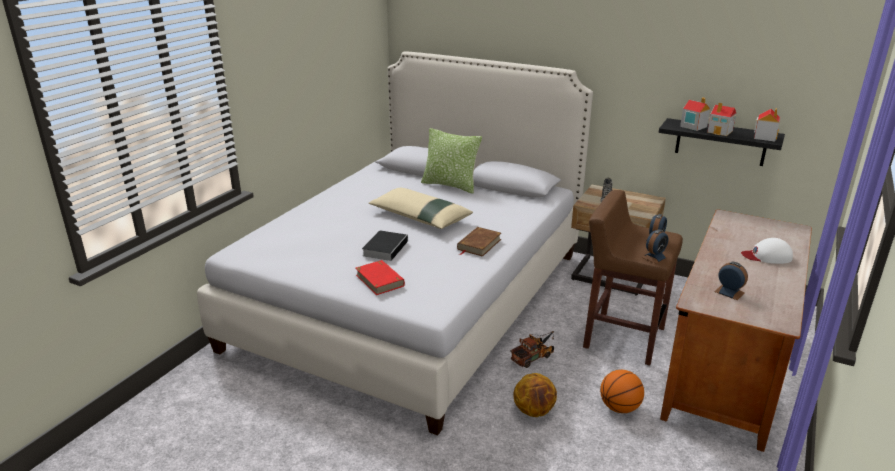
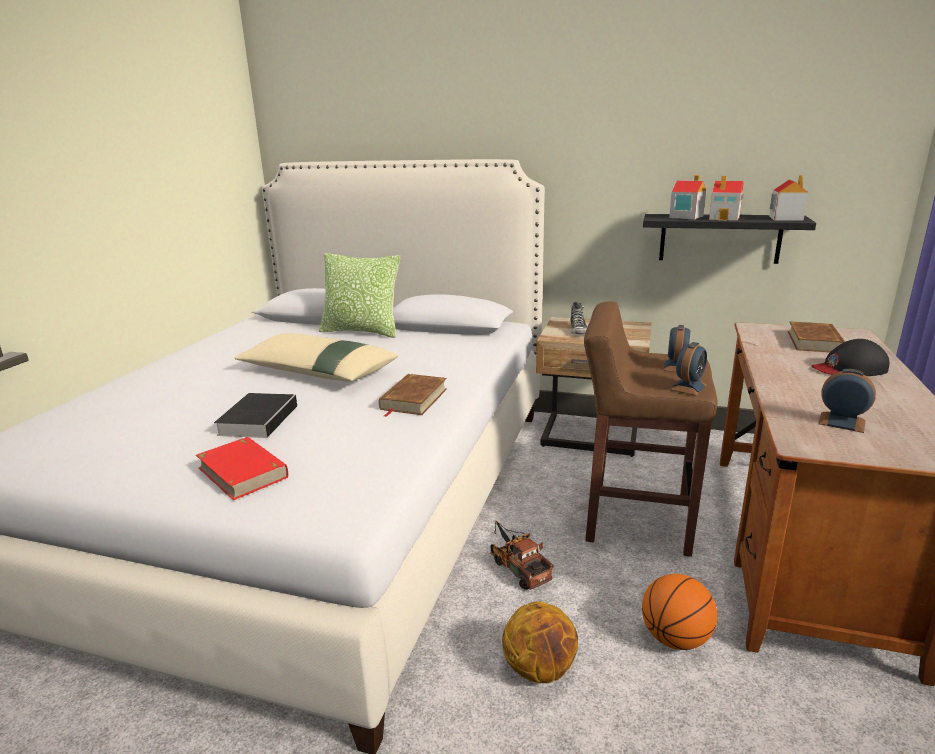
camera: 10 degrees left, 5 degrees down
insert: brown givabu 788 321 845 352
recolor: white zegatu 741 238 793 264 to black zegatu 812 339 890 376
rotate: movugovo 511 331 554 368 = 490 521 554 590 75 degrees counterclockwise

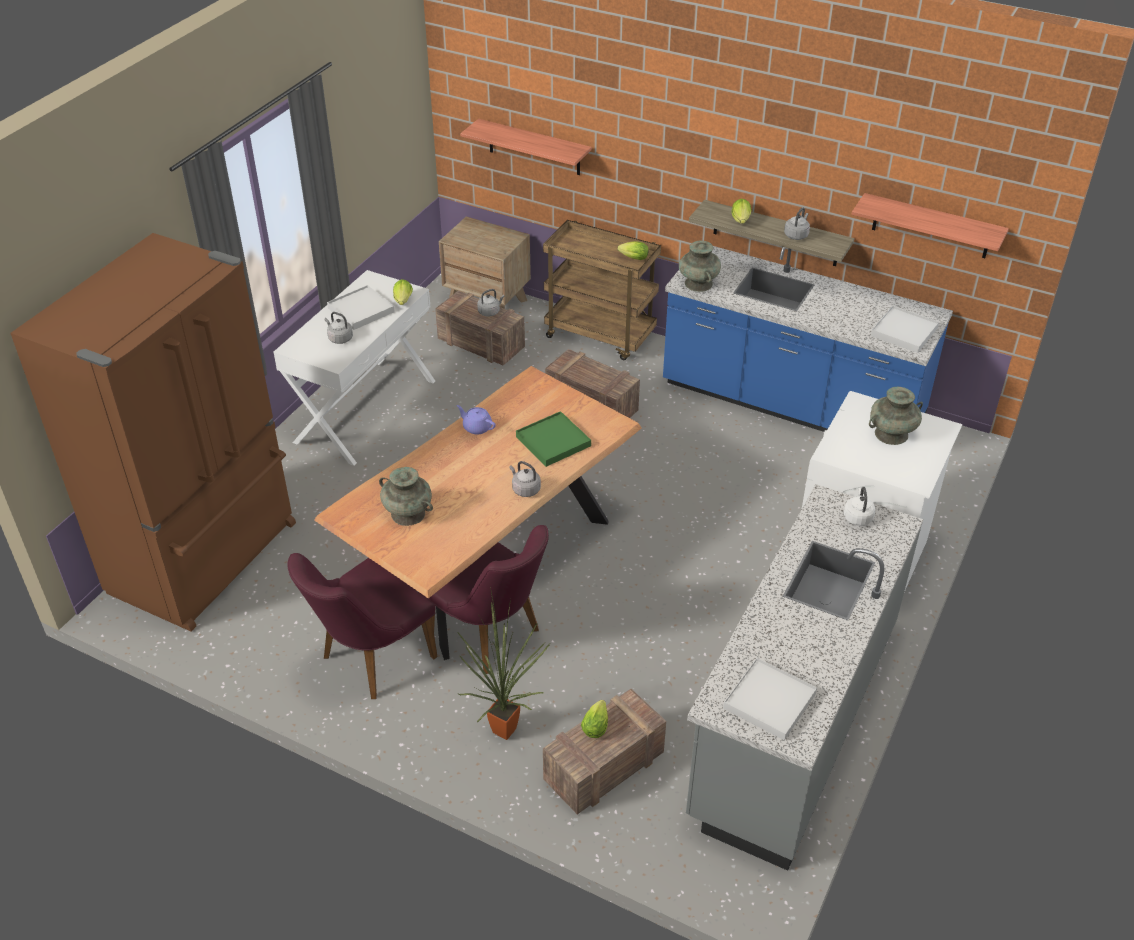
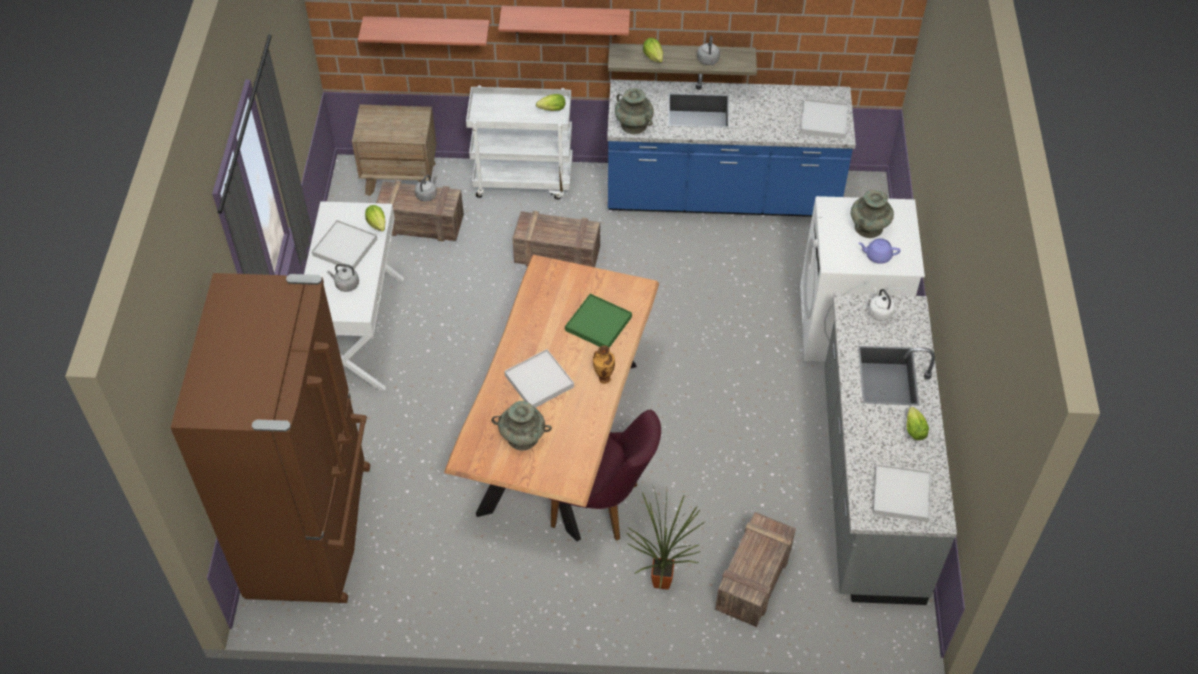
camera: 25 degrees left, 10 degrees up
delete: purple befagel 287 553 438 699
insert: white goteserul 504 349 574 408
move: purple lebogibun 456 405 496 435 to 858 238 901 264; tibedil 581 700 608 738 to 906 407 929 440; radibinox 852 193 1009 258 to 498 6 630 36
replace: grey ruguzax 509 461 541 497 to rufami 593 346 615 384
recolor: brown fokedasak 543 220 661 360 to white fokedasak 466 86 573 200

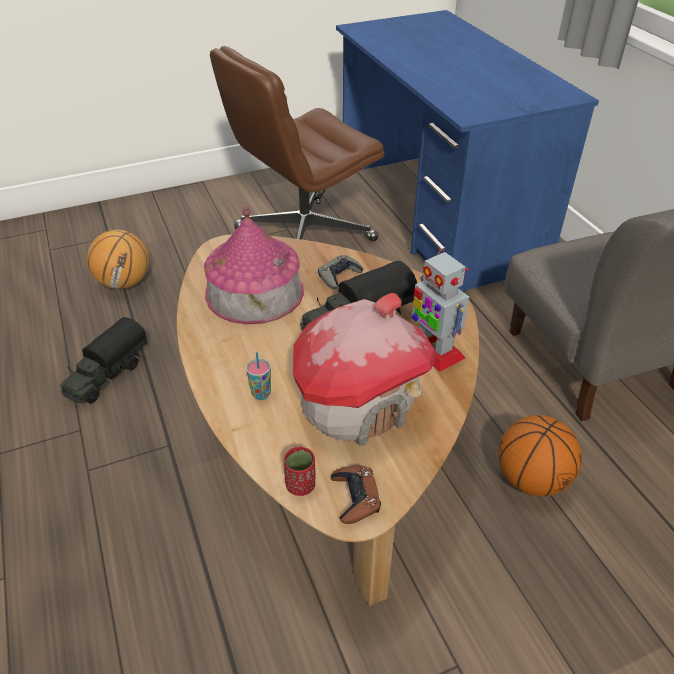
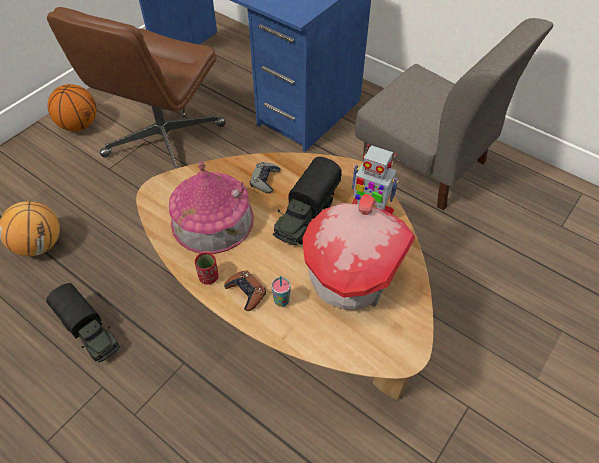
camera: 30 degrees left, 10 degrees up
move: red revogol 284 446 315 496 to 195 252 219 285; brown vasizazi 331 465 381 524 to 224 271 266 311; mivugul 498 415 582 496 to 48 84 97 131
rotate: movugovo 61 317 148 404 = 46 283 120 363 45 degrees counterclockwise

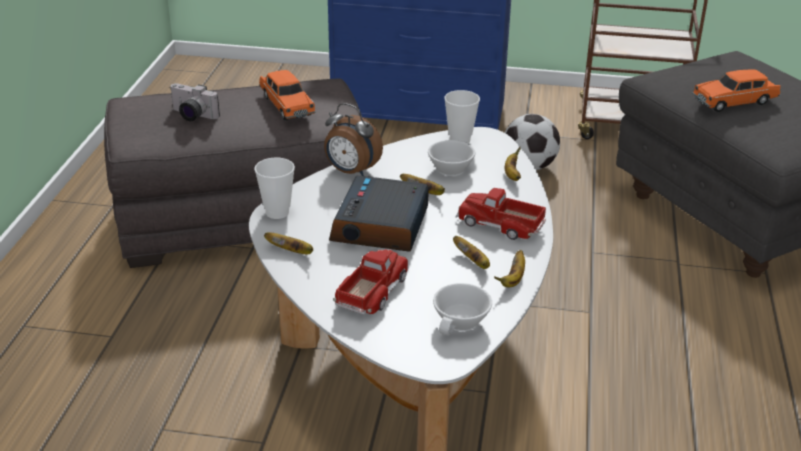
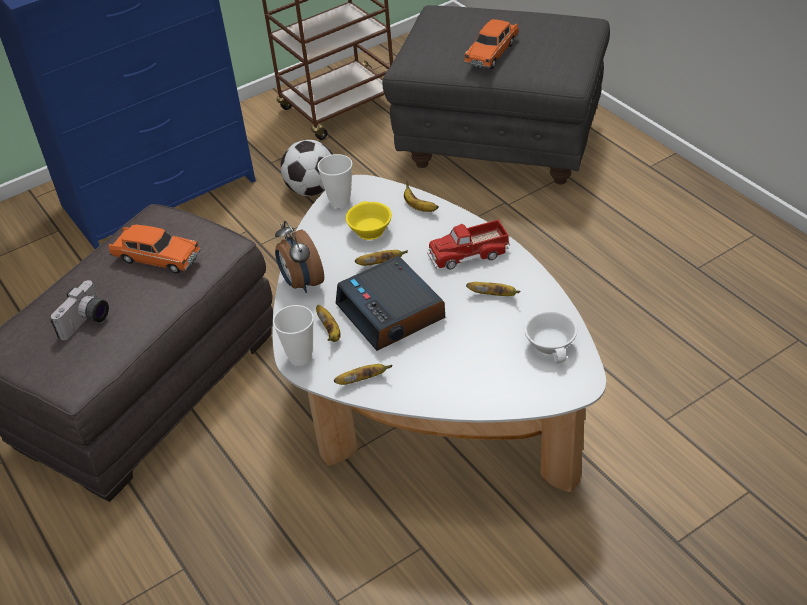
camera: 40 degrees left, 10 degrees up
delete: movugovo 333 249 409 314
move: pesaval 494 250 525 287 to 316 305 341 342
recolor: white revogol 428 140 475 176 to yellow revogol 346 201 392 240
rotate: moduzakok 170 83 220 121 = 50 280 109 340 45 degrees counterclockwise; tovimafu 324 103 383 176 = 275 221 324 293 75 degrees clockwise

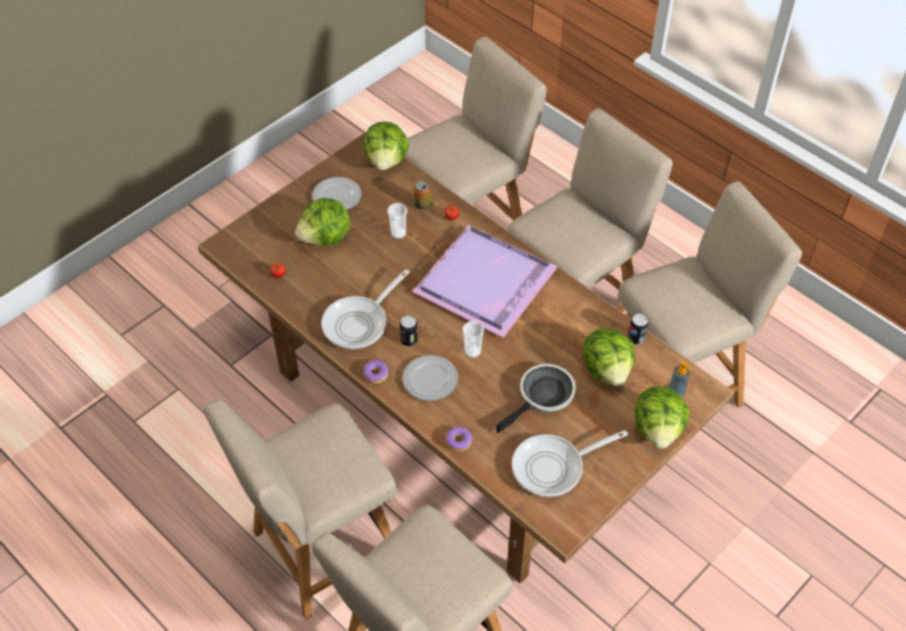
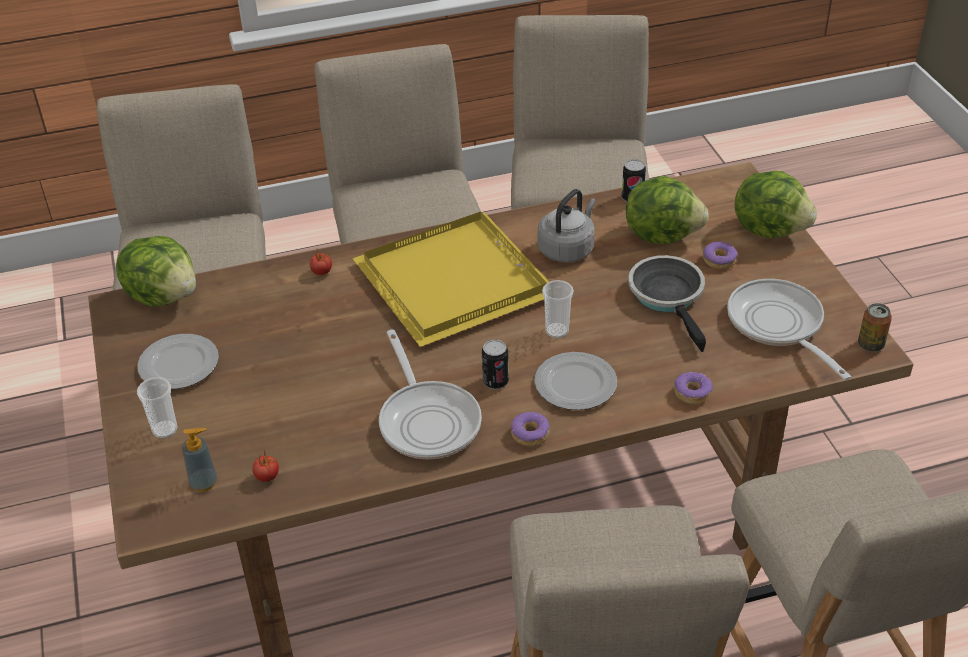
camera: 60 degrees left, 10 degrees down
delete: tibedil 295 198 350 246
insert: grey ruguzax 537 189 596 262; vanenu 703 242 738 269
move: revogol 387 203 407 239 to 137 377 178 438; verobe 414 181 431 210 to 858 303 892 352; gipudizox 668 360 691 397 to 182 428 218 492
recolor: purple goteserul 412 225 558 338 to yellow goteserul 352 211 549 347
rotate: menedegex 512 430 628 497 = 727 279 851 380 150 degrees clockwise

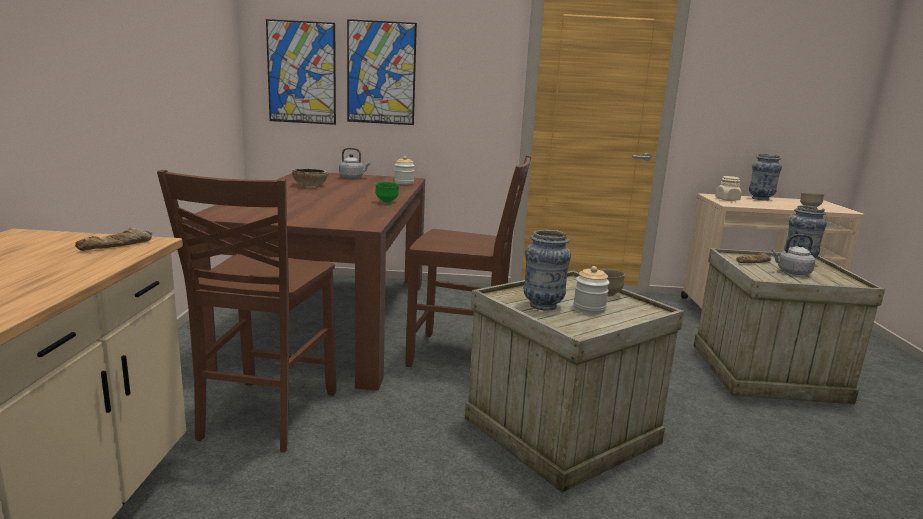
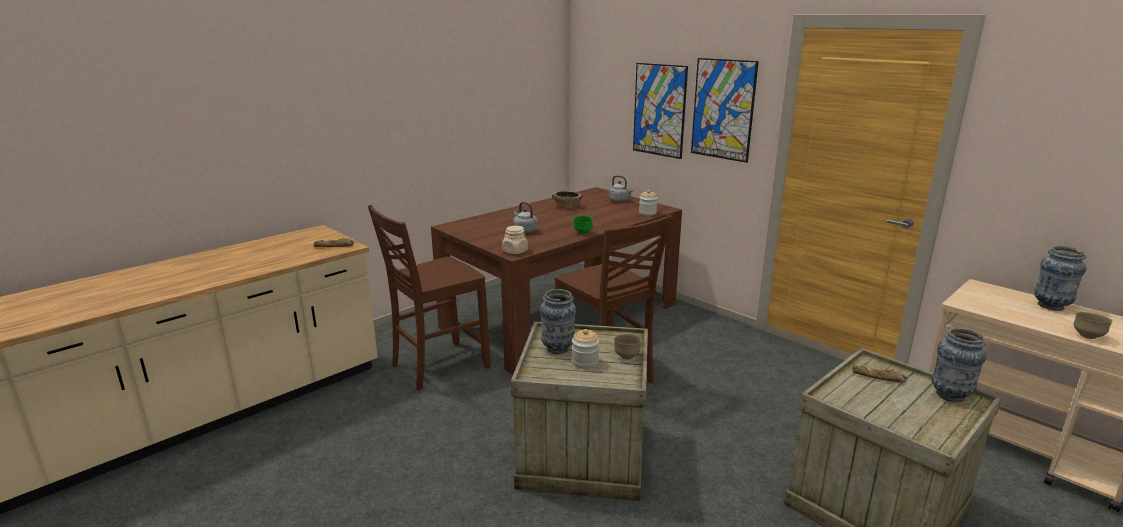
camera: 45 degrees right, 5 degrees up
move: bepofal 266 19 336 125 to 691 58 759 163; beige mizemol 715 176 742 201 to 502 226 528 254; grey ruguzax 771 234 815 275 to 513 202 538 233

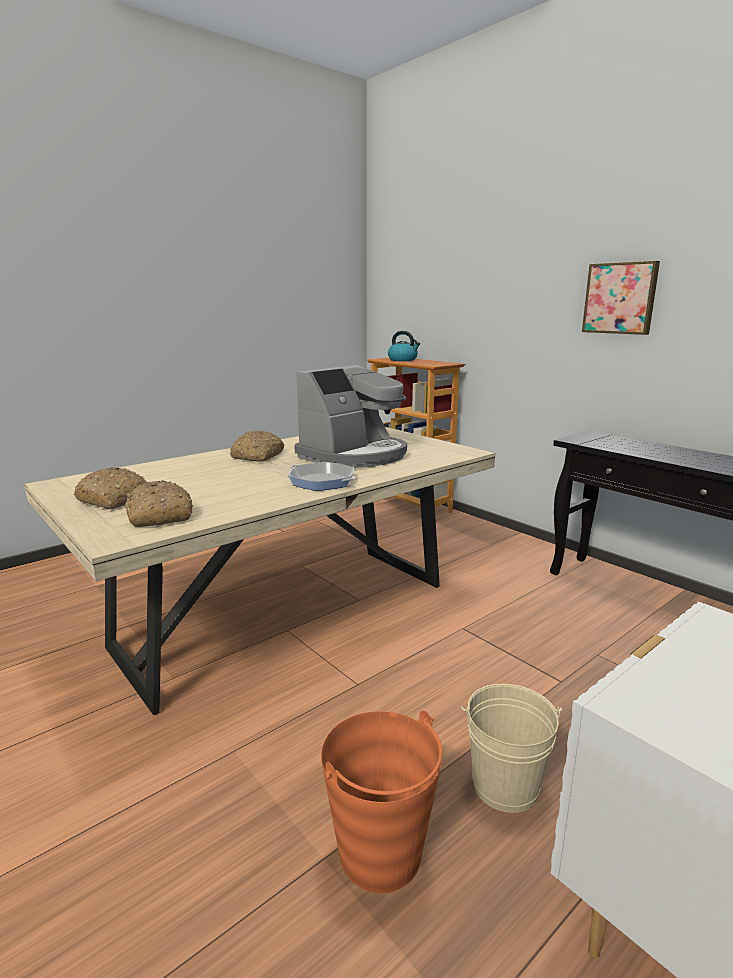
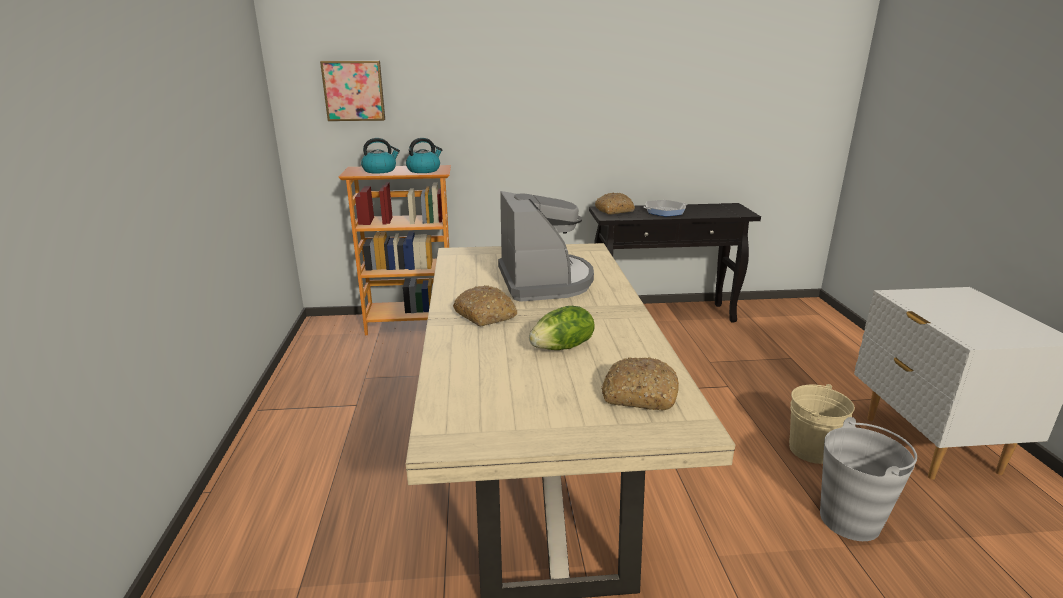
camera: 55 degrees left, 5 degrees up
insert: ruguzax 406 138 442 173; tibedil 529 306 595 350
move: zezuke 74 467 148 509 to 595 192 635 215; menedegex 288 462 355 491 to 644 200 687 216; bepofal 582 261 660 335 to 320 61 385 121
recolor: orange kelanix 321 711 442 893 to grey kelanix 820 417 917 541

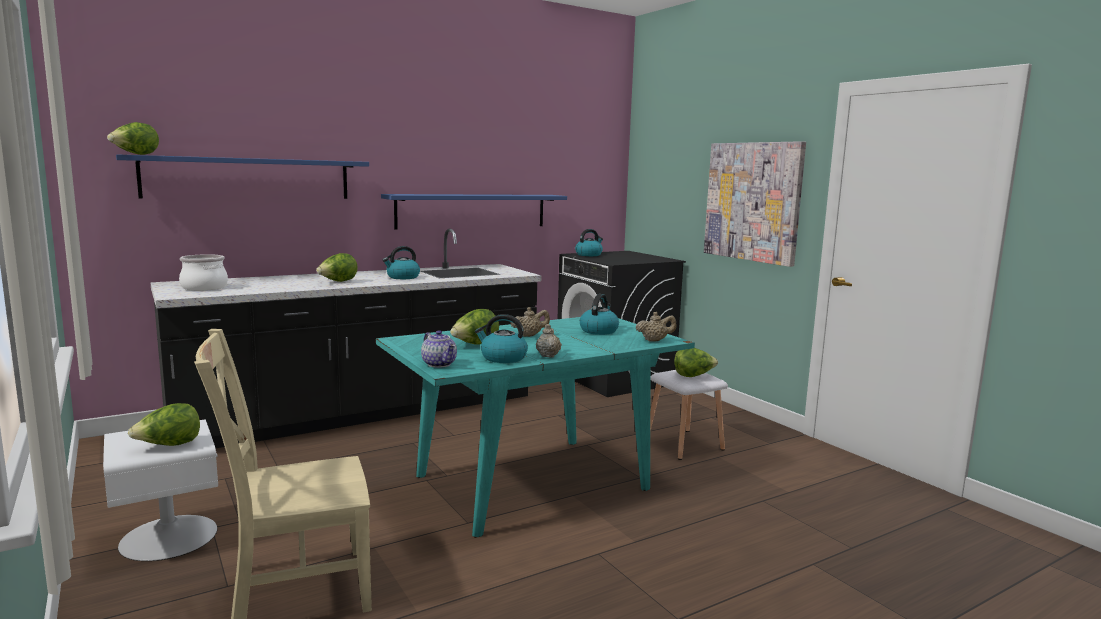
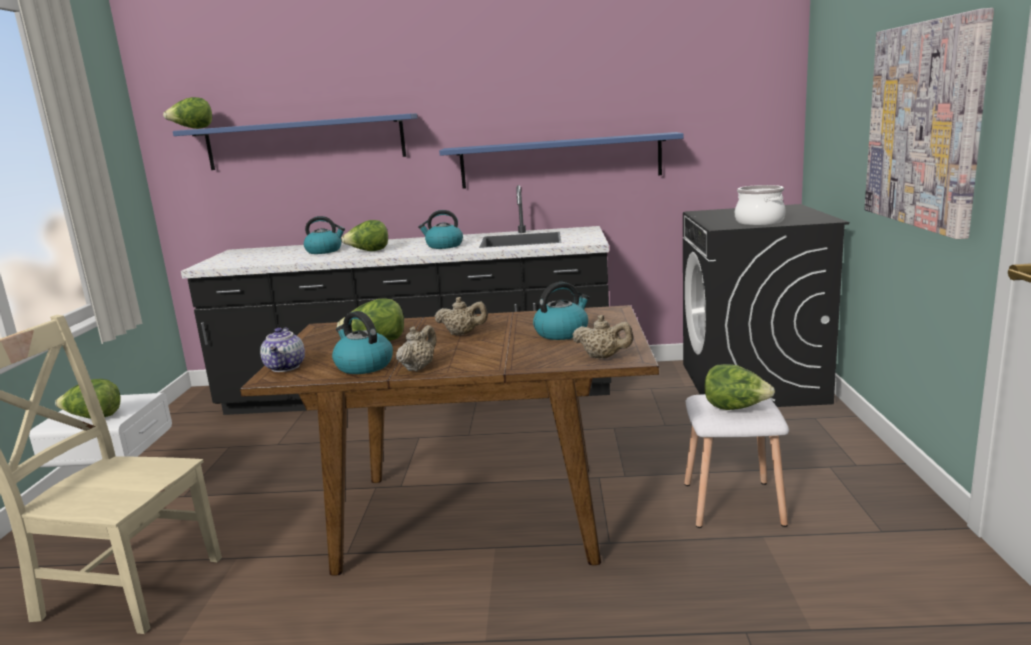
camera: 35 degrees right, 5 degrees up
move: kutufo 179 254 228 291 to 735 185 786 226; ruguzax 575 229 603 256 to 304 216 345 254
recolor: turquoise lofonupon 376 317 695 538 to brown lofonupon 240 305 659 576

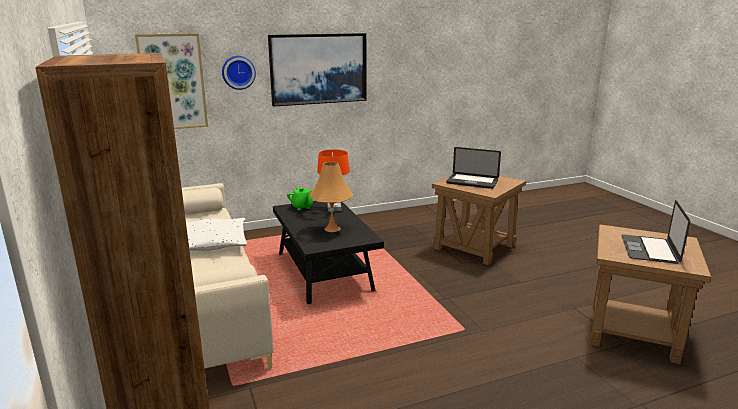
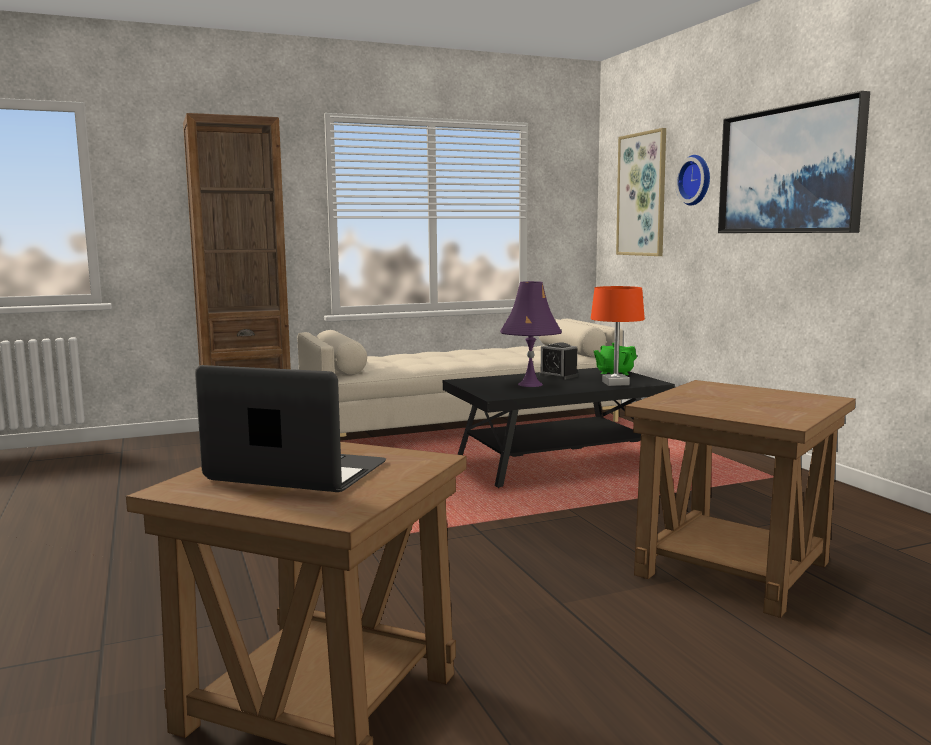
camera: 90 degrees right, 10 degrees down
delete: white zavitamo 186 218 247 251; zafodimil 446 147 501 189
insert: tovimafu 539 342 578 379
recolor: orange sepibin 309 162 354 232 to purple sepibin 500 281 562 387

